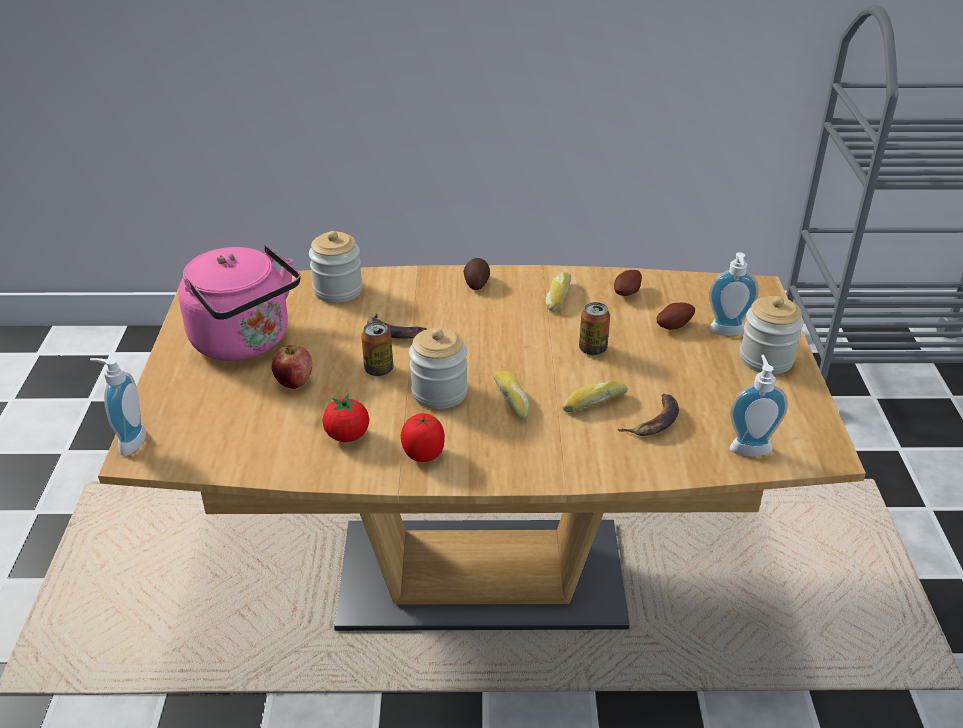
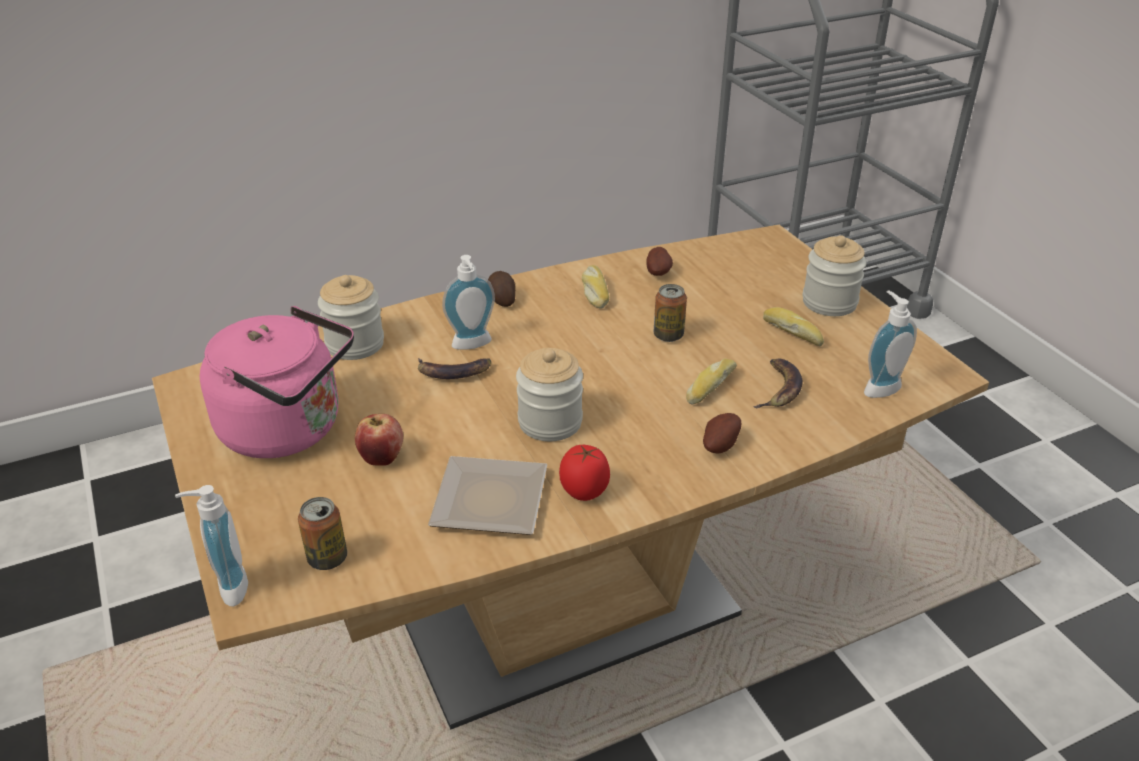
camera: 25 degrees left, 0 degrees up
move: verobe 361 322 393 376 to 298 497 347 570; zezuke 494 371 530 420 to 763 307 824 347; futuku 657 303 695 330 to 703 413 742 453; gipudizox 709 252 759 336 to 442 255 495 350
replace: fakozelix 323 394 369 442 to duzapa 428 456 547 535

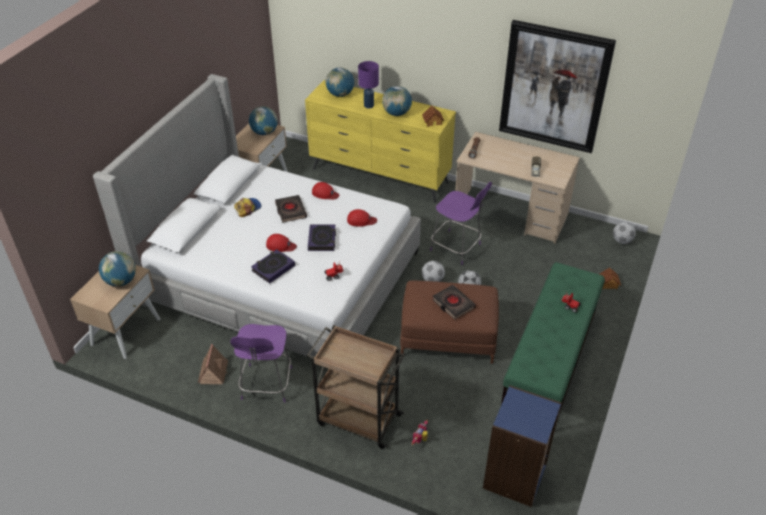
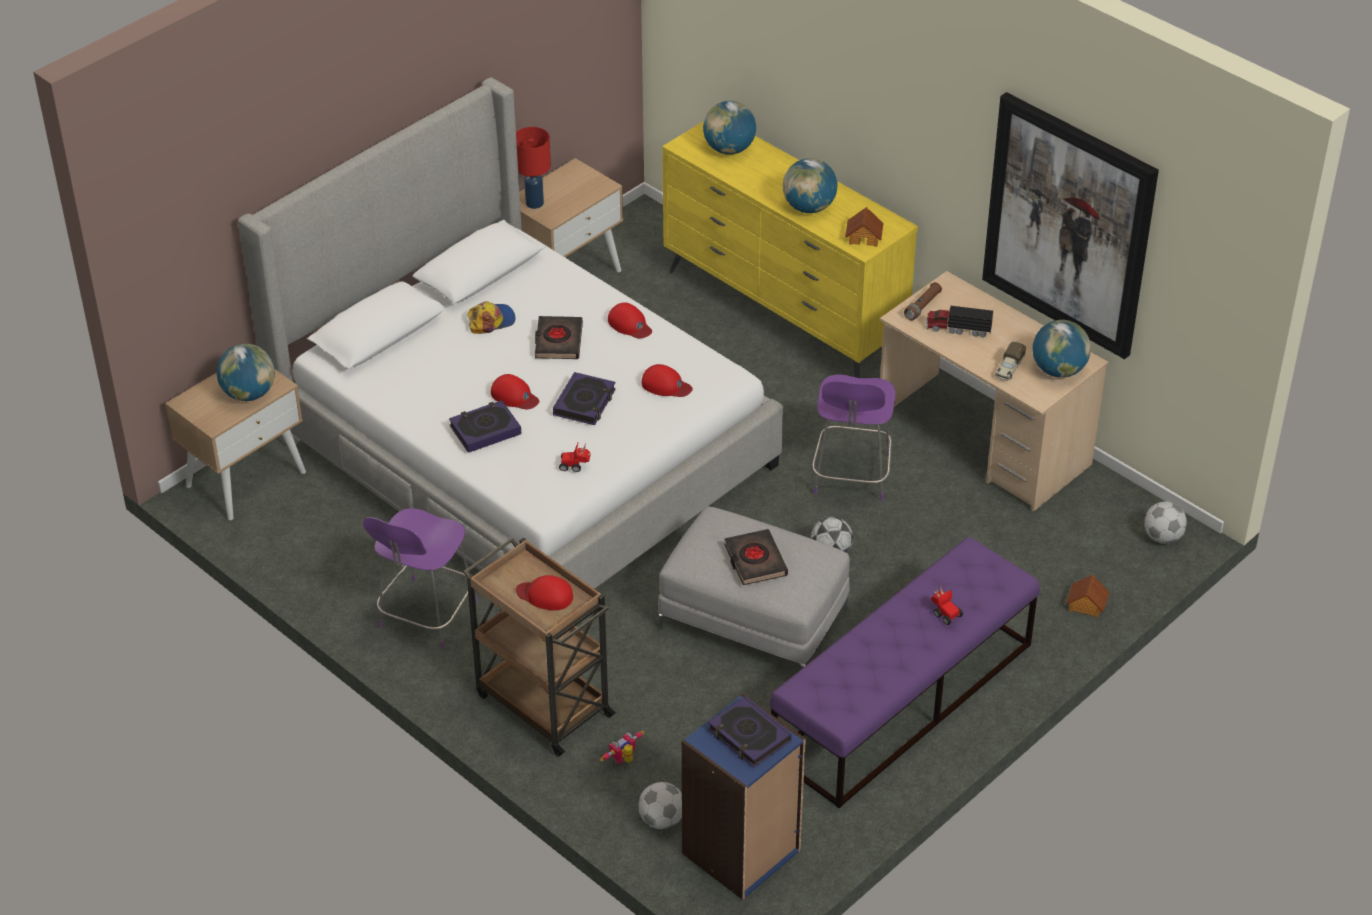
camera: 20 degrees right, 0 degrees up
delete: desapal 198 344 228 384; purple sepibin 358 61 379 109
insert: red sepibin 516 127 551 209; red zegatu 516 575 573 610; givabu 708 696 792 768; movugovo 926 306 993 337
move: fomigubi 249 106 278 135 to 1032 320 1091 378; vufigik 422 261 445 282 to 638 782 682 829
recolor: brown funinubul 400 281 499 364 to grey funinubul 658 507 850 670; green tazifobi 501 262 605 413 to purple tazifobi 770 537 1040 808
rotate: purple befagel 430 182 492 265 = 812 374 895 501 45 degrees clockwise

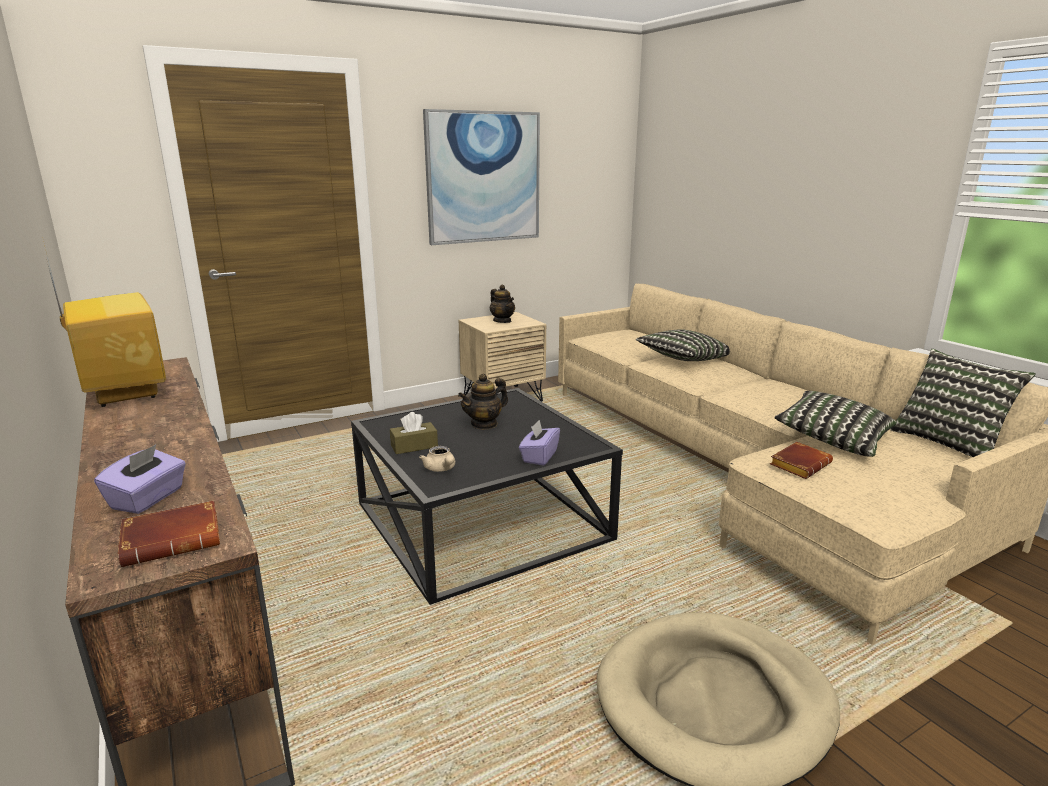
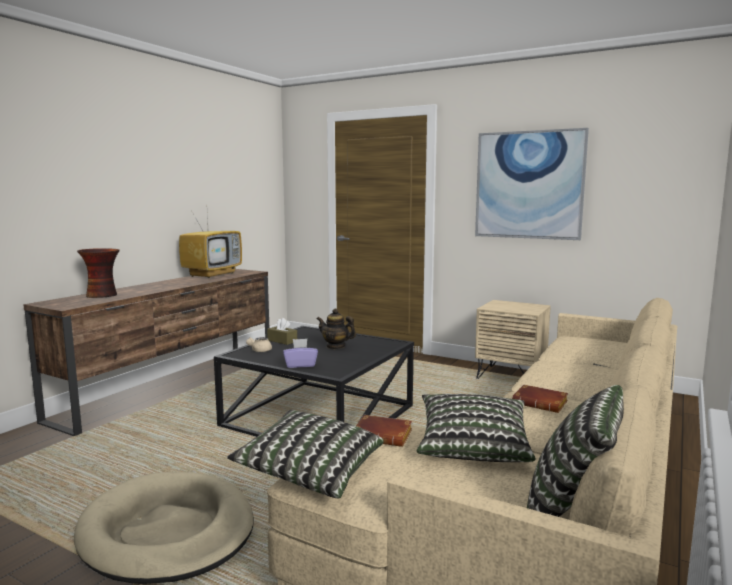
camera: 60 degrees right, 10 degrees down
delete: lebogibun 490 285 515 323
move: brown givabu 118 501 220 567 to 512 384 568 413; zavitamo 636 329 730 361 to 227 410 384 499
replace: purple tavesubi 94 444 186 514 to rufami 77 249 120 298

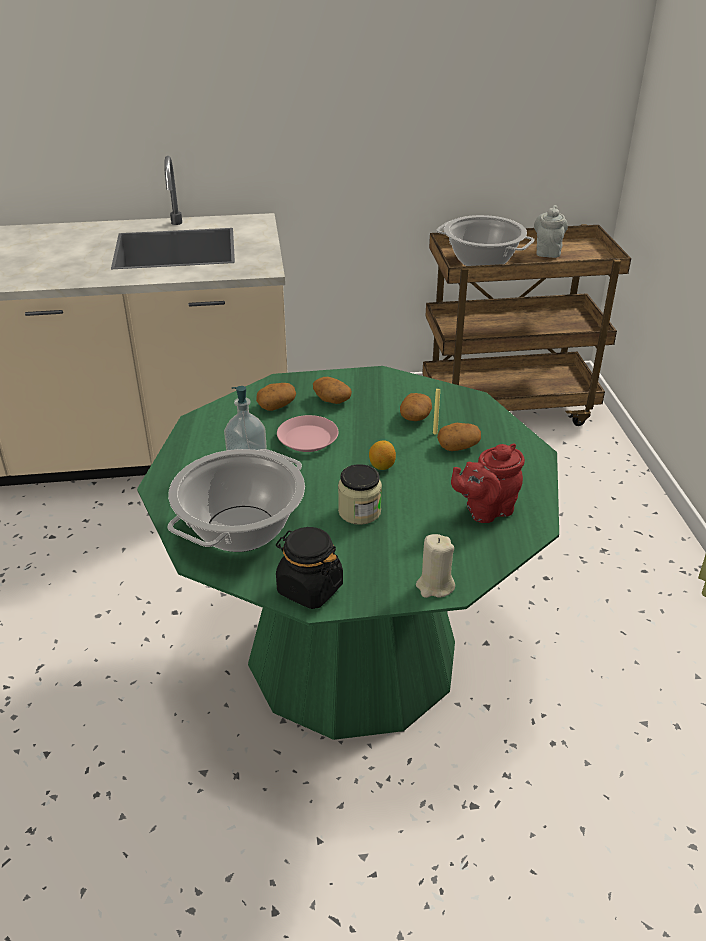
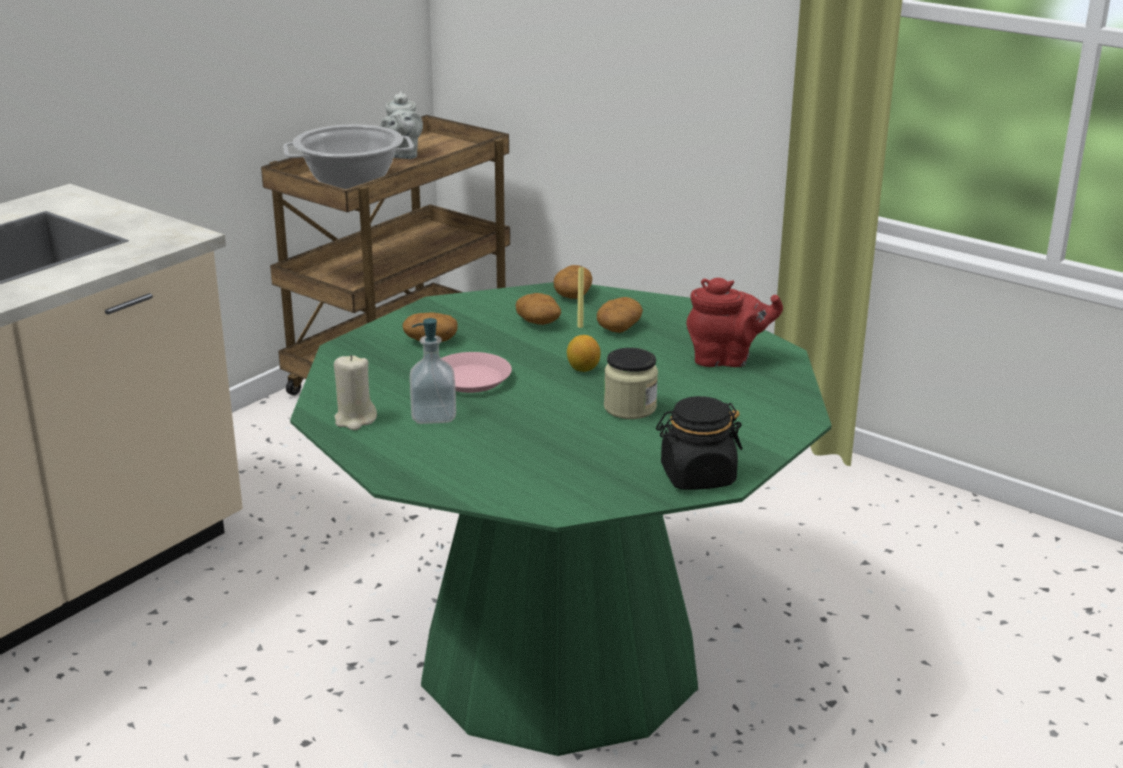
camera: 45 degrees left, 10 degrees down
delete: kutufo 168 449 305 552
move: futuku 256 383 296 411 to 554 265 592 299; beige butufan 416 534 455 598 to 334 354 377 430
rotate: red lebogibun 451 443 525 523 = 687 278 783 367 105 degrees counterclockwise; grey lebogibun 534 205 568 258 = 380 91 423 159 150 degrees counterclockwise

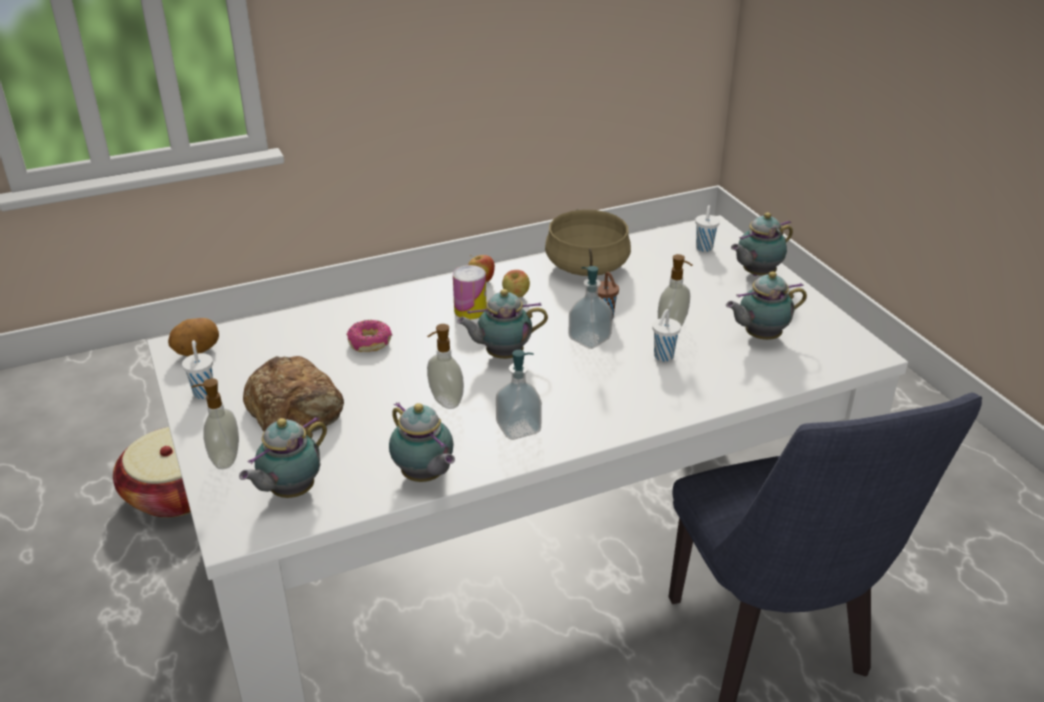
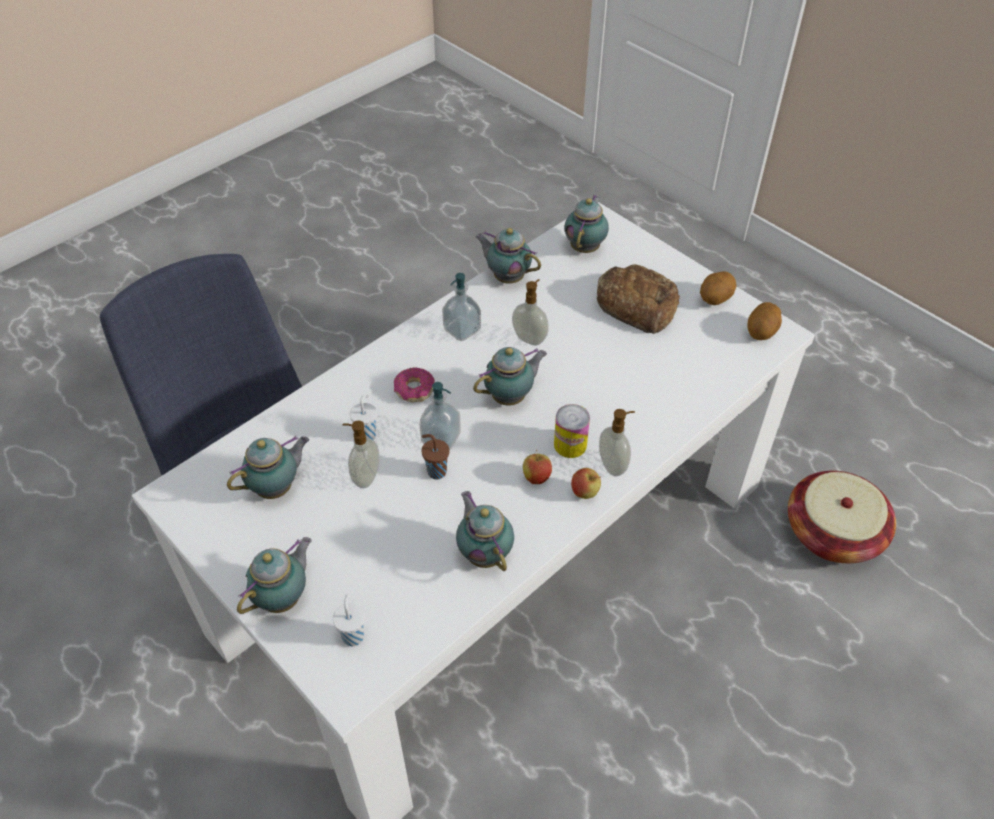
camera: 160 degrees right, 15 degrees up
move: gipudizox 192 378 239 469 to 599 409 635 476; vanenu 347 320 392 352 to 394 367 435 402
replace: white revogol 182 340 213 399 to futuku 700 271 736 305; beige kutufo 545 209 631 276 to lebogibun 456 491 514 571

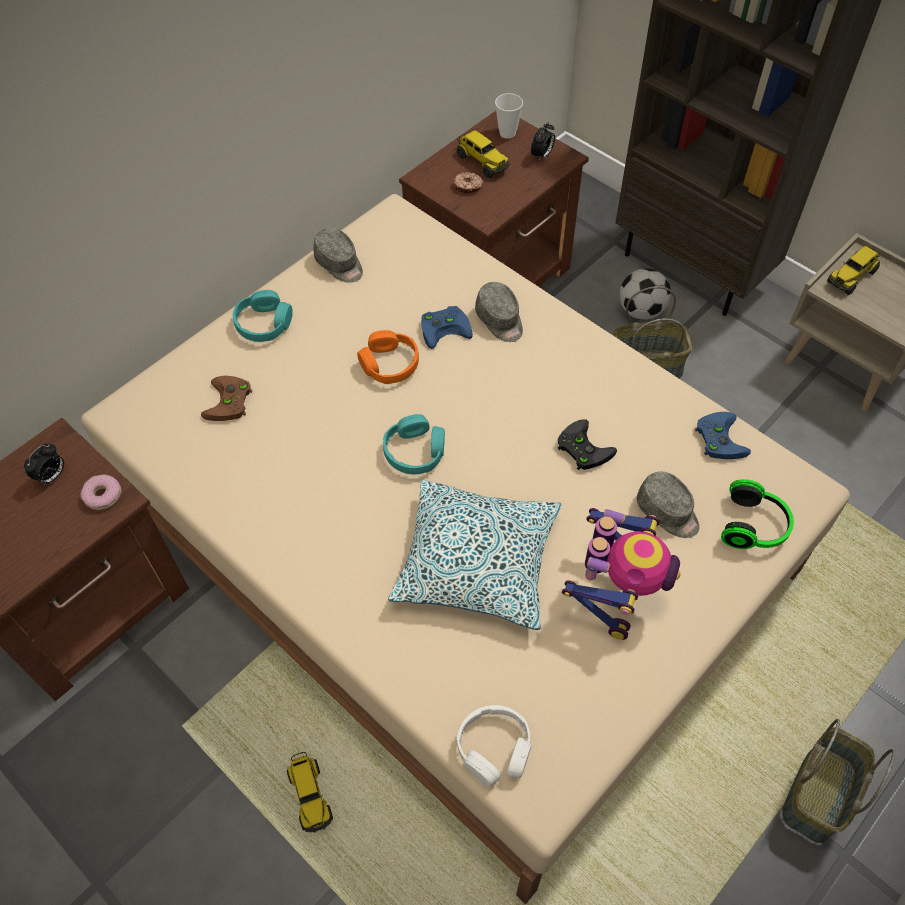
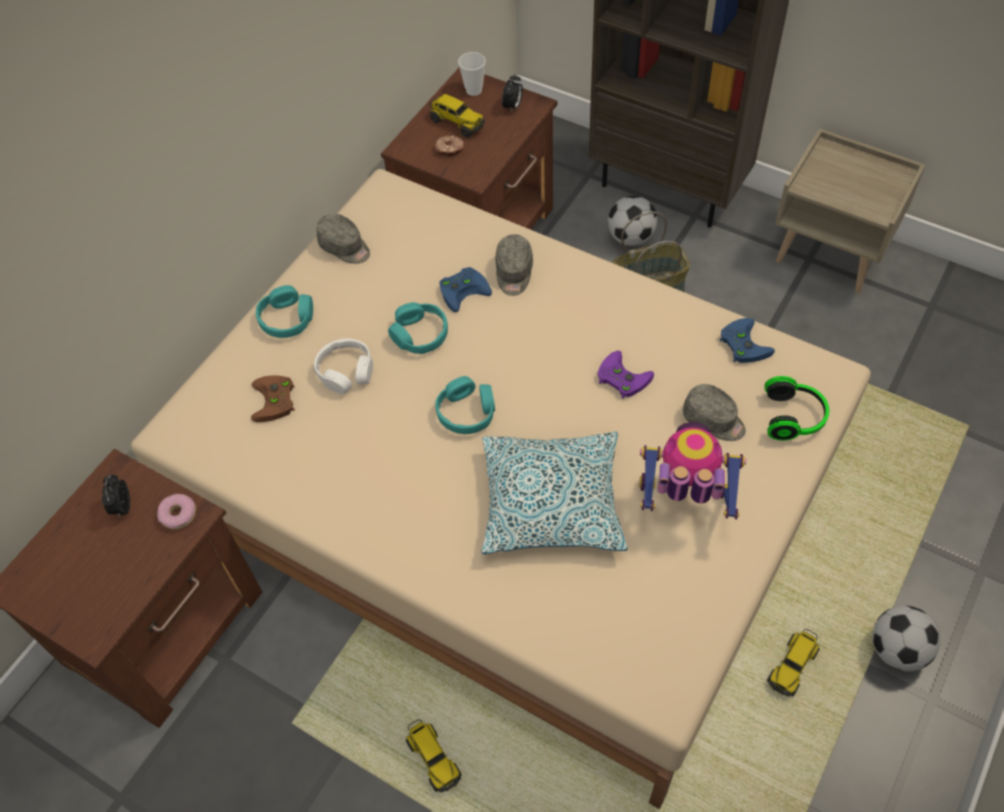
camera: 10 degrees left, 0 degrees up
move: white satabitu 456 705 532 786 to 314 339 373 394; movugovo 827 246 880 295 to 767 629 820 696
replace: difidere 782 719 895 843 to vufigik 872 605 940 671
recolor: orange satabitu 357 330 419 384 to turquoise satabitu 388 302 448 354; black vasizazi 557 419 617 470 to purple vasizazi 598 350 654 399
rotate: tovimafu 24 444 64 486 = 102 475 130 518 150 degrees clockwise; grey zegatu 475 282 523 342 = 495 234 533 296 45 degrees clockwise; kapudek 562 508 681 640 = 639 422 746 519 90 degrees counterclockwise

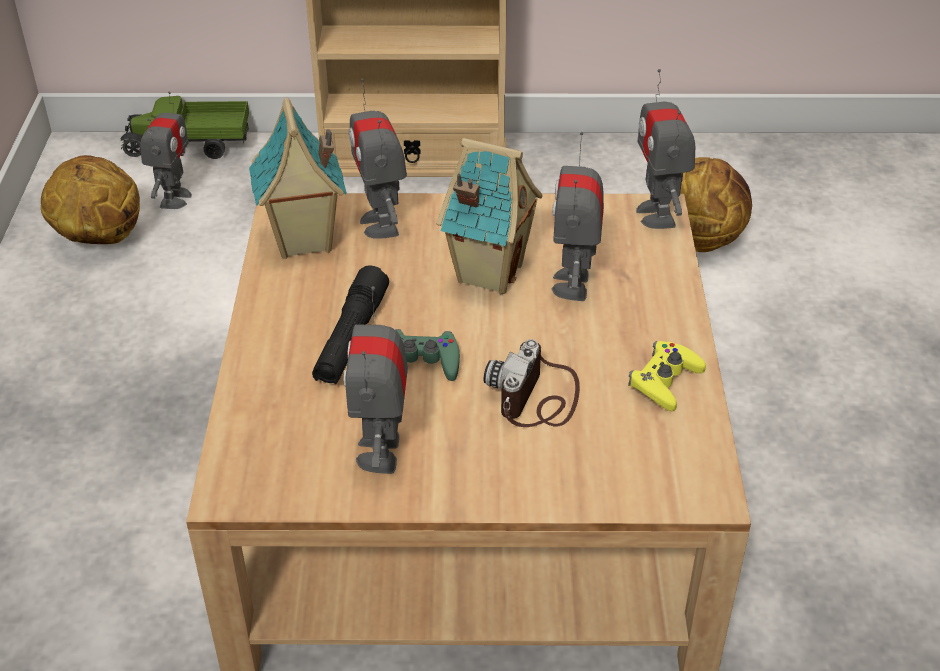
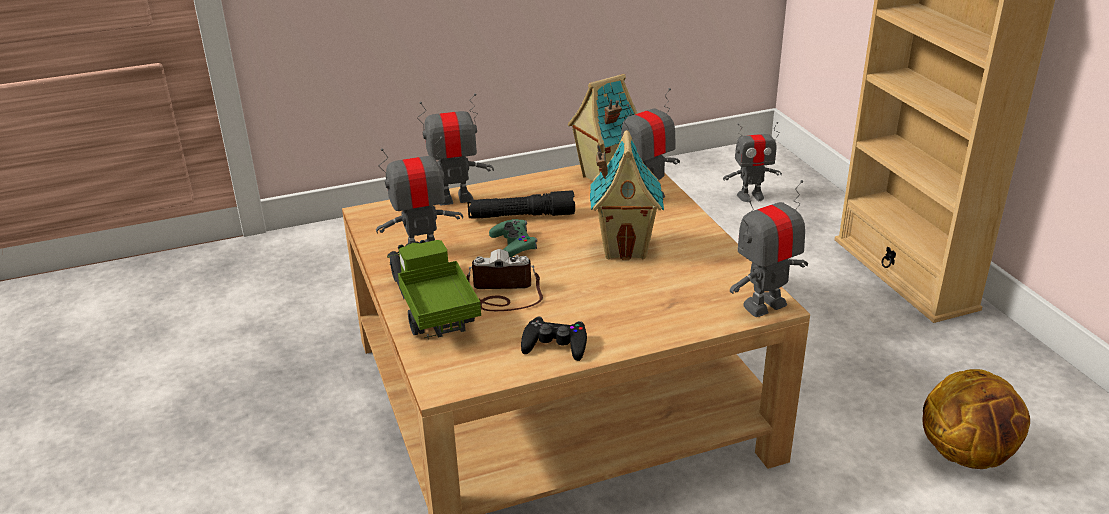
camera: 70 degrees right, 10 degrees down
delete: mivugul 41 155 140 244
move: movugovo 121 96 249 159 to 387 240 481 338; kapudek 552 132 604 301 to 417 93 494 205
recolor: yellow vasizazi 628 341 706 411 to black vasizazi 521 317 587 361

